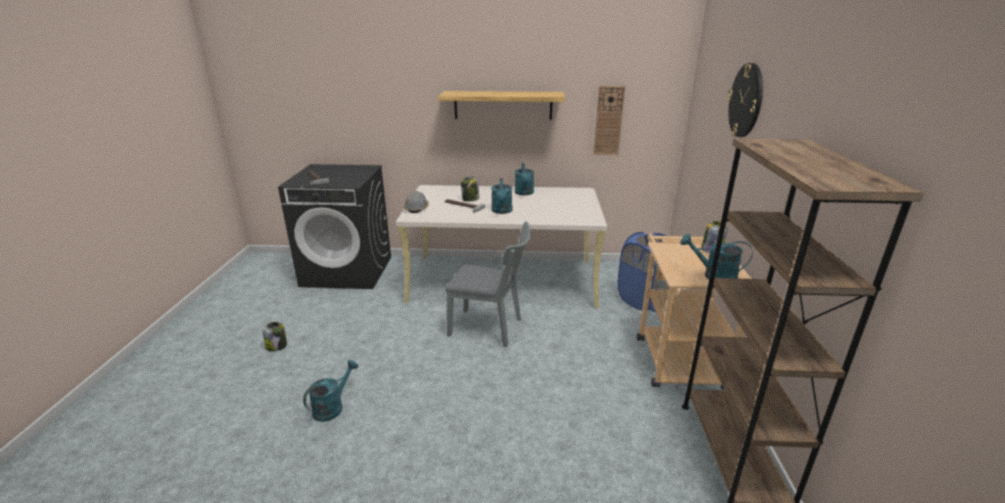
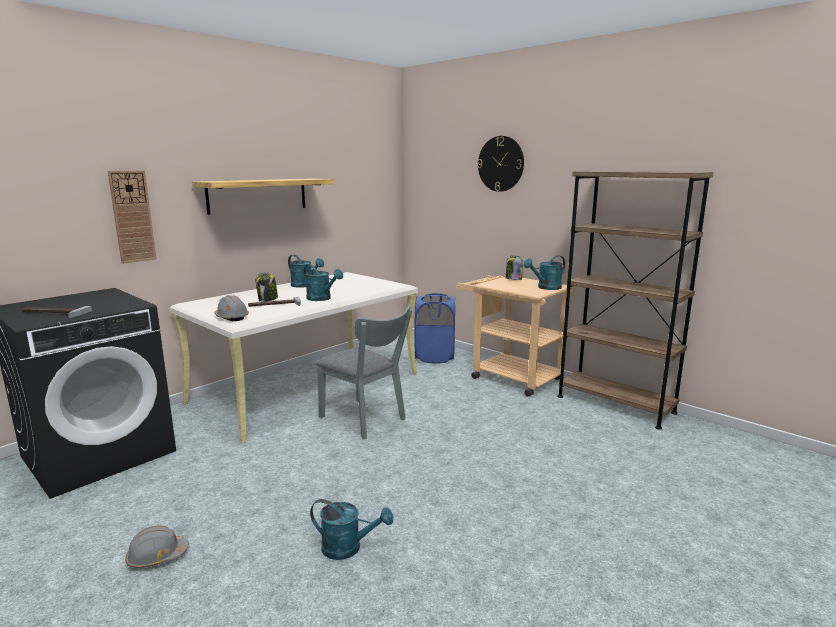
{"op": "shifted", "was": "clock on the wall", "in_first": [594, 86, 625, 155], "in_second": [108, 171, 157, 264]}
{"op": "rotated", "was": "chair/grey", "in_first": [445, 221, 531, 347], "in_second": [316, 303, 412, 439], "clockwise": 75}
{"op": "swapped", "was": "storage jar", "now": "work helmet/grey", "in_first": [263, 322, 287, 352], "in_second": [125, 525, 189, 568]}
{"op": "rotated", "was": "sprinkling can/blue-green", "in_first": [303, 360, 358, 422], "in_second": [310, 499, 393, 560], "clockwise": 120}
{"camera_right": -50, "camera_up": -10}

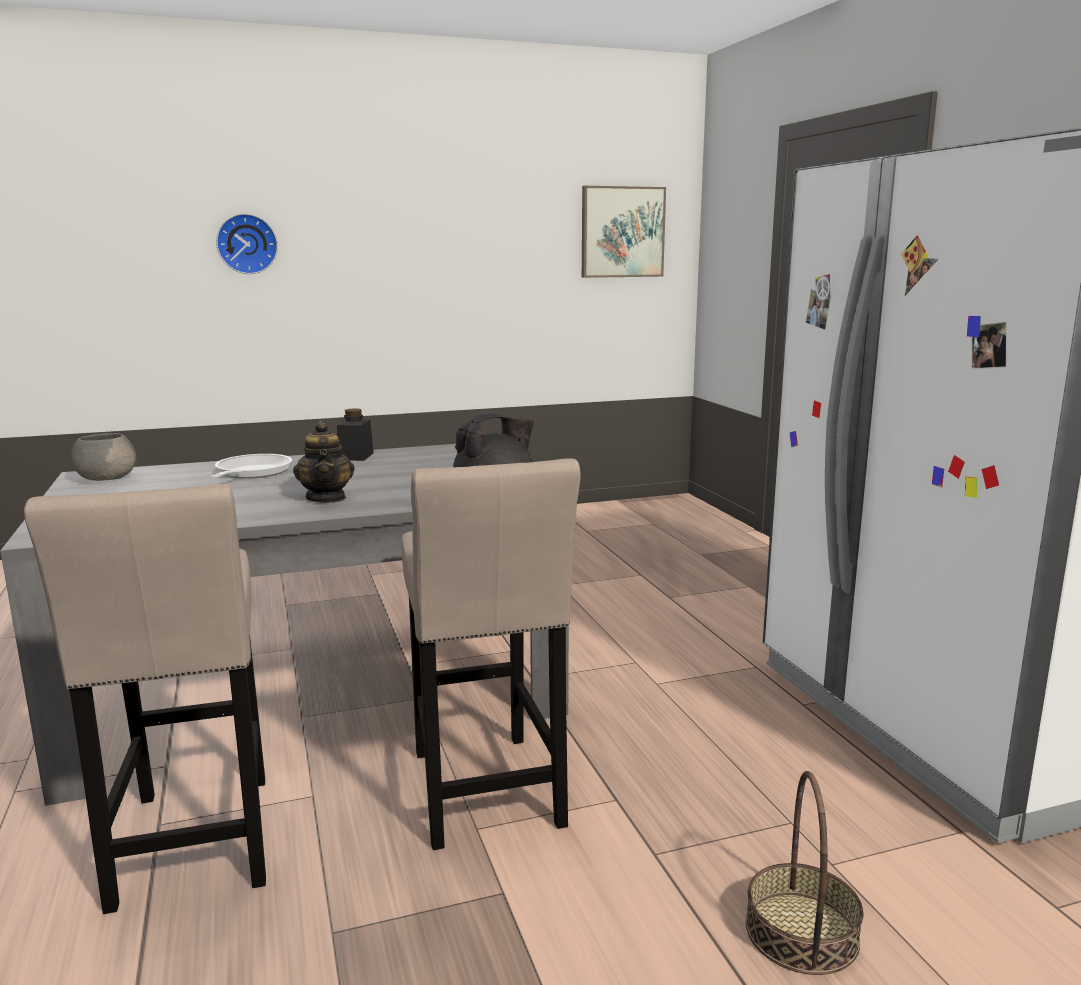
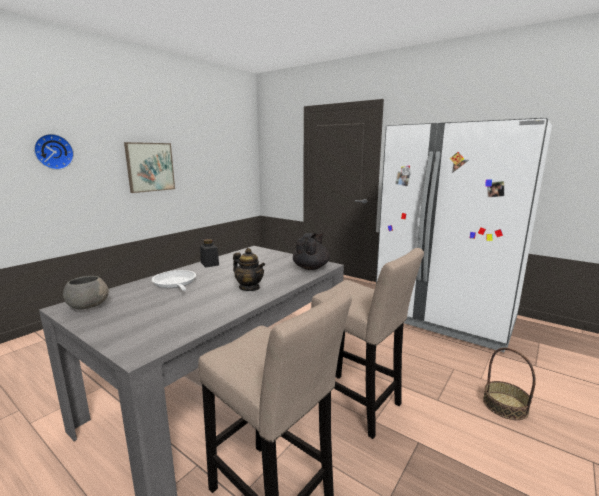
{"op": "shifted", "was": "wall art", "in_first": [582, 186, 666, 278], "in_second": [124, 142, 175, 193]}
{"camera_right": -35, "camera_up": 0}

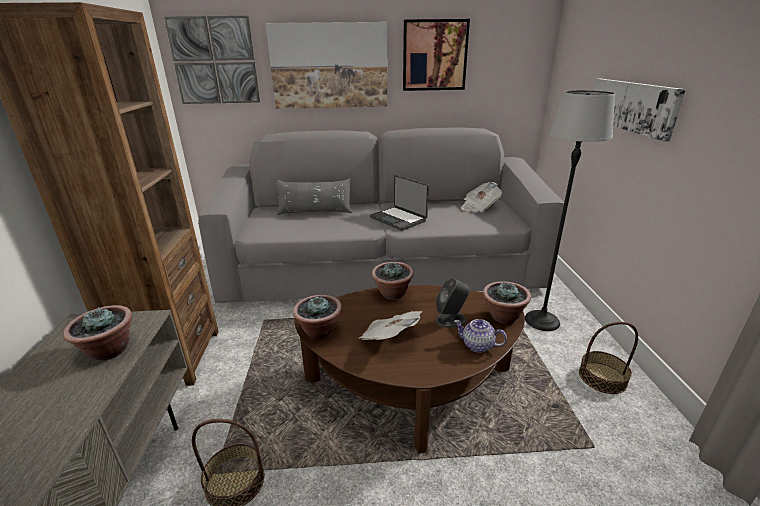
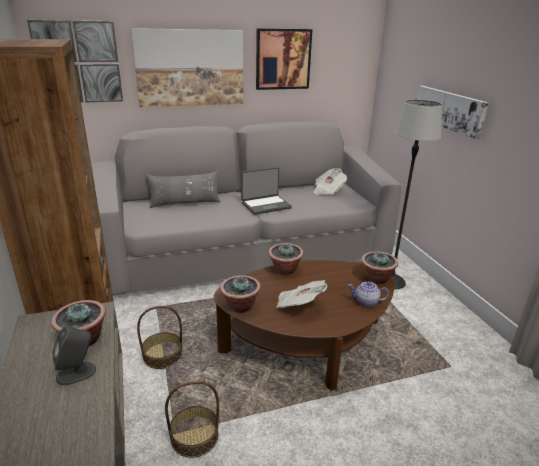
{"op": "rotated", "was": "laptop", "in_first": [370, 175, 429, 231], "in_second": [241, 167, 292, 215], "clockwise": -60}
{"op": "shifted", "was": "audio speaker/grey", "in_first": [435, 278, 470, 328], "in_second": [53, 326, 96, 385]}
{"op": "shifted", "was": "basket", "in_first": [579, 322, 638, 394], "in_second": [137, 306, 182, 369]}
{"camera_right": -15, "camera_up": 0}

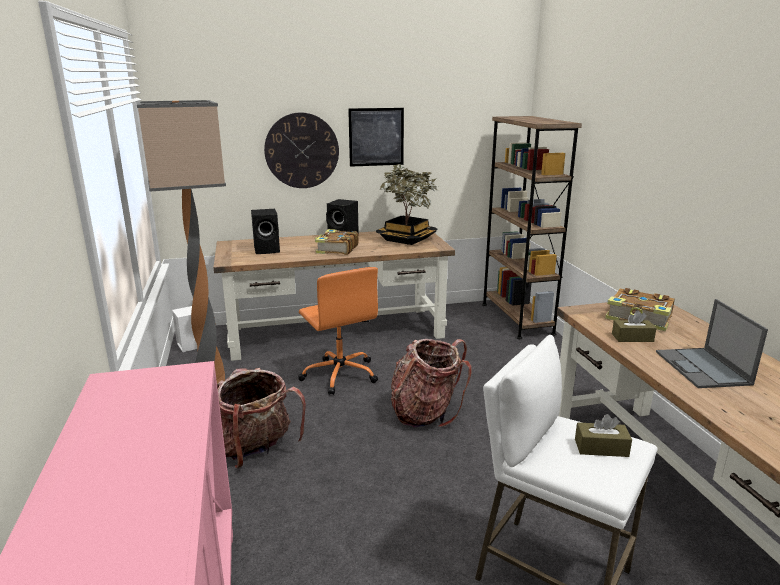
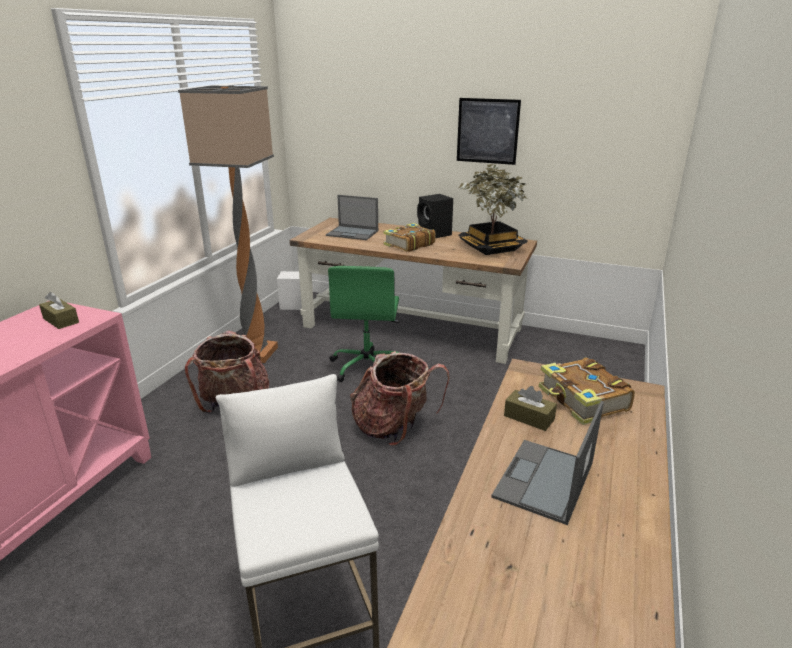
{"op": "gone", "was": "clock on the wall", "in_first": [264, 112, 339, 188]}
{"op": "gone", "was": "bookcase/brown-coloured", "in_first": [482, 116, 582, 339]}
{"op": "swapped", "was": "audio speaker/black", "now": "laptop", "in_first": [251, 209, 280, 254], "in_second": [326, 195, 378, 240]}
{"op": "repainted", "was": "computer chair/orange", "now": "computer chair/green", "in_first": [298, 267, 378, 395], "in_second": [328, 266, 400, 382]}
{"op": "shifted", "was": "tissue holder/brown-coloured", "in_first": [575, 414, 632, 457], "in_second": [39, 292, 79, 329]}
{"camera_right": 35, "camera_up": 5}

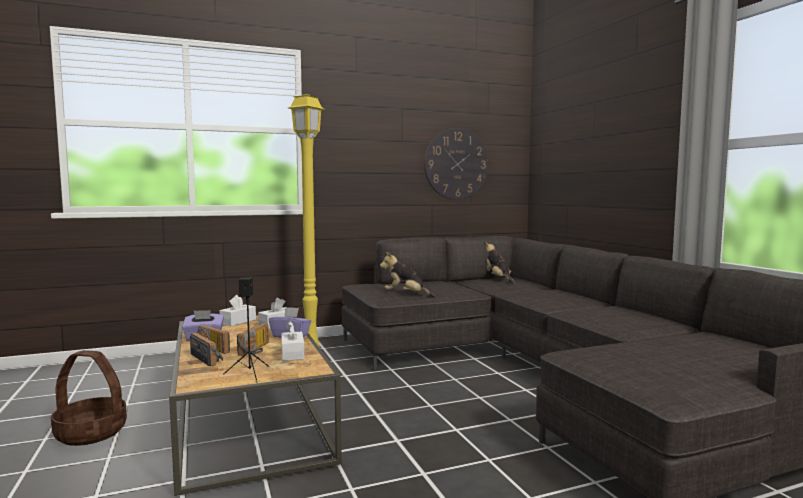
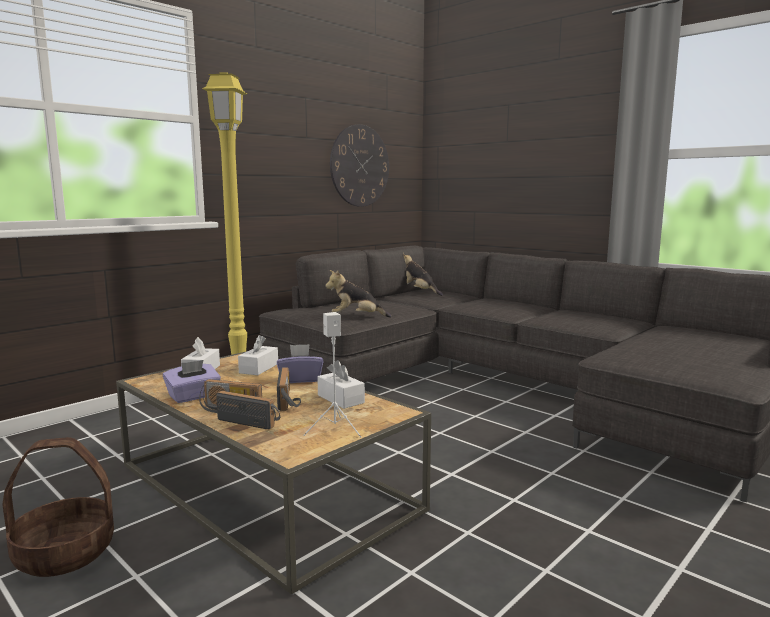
{"op": "repainted", "was": "audio speaker/black", "now": "audio speaker/whitish", "in_first": [223, 278, 269, 382], "in_second": [304, 312, 361, 438]}
{"camera_right": -25, "camera_up": 5}

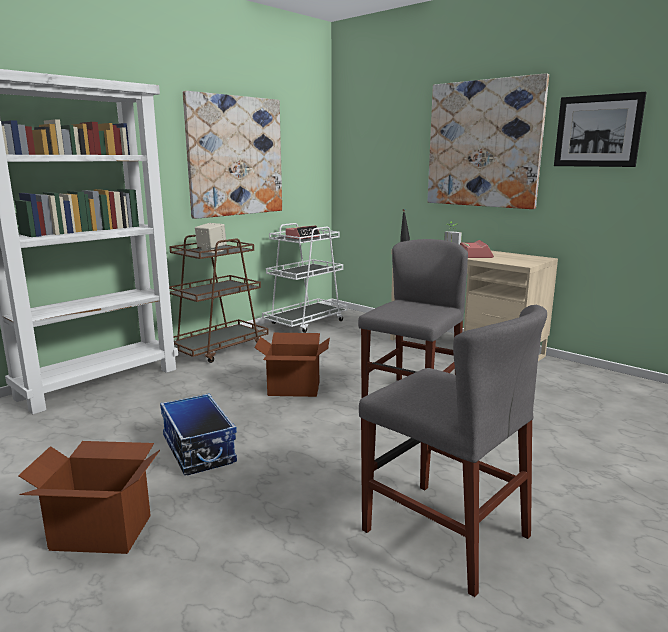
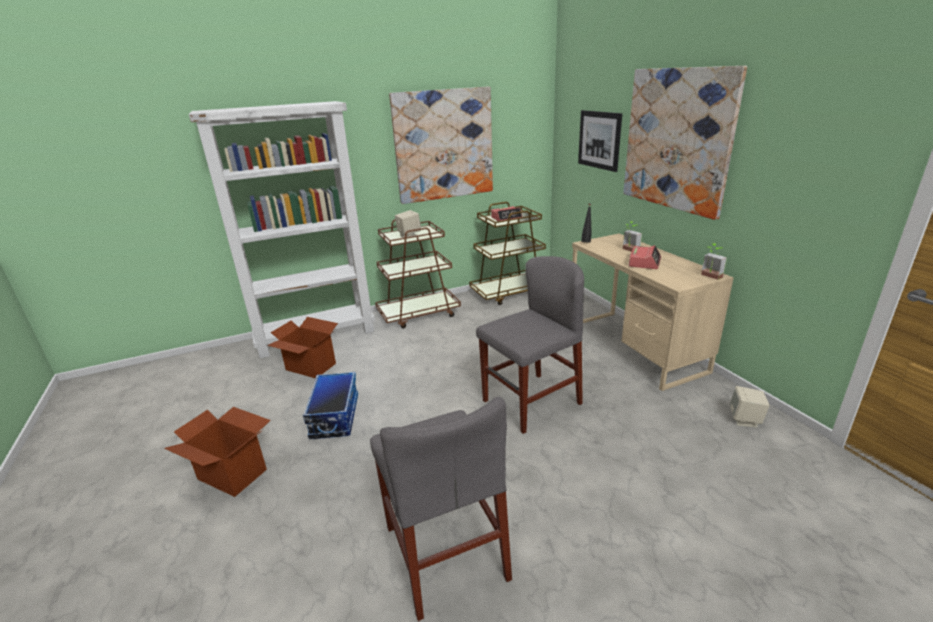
{"op": "shifted", "was": "wall art", "in_first": [554, 92, 647, 167], "in_second": [578, 110, 622, 172]}
{"op": "repainted", "was": "cart/whitish", "now": "cart/brown-coloured", "in_first": [262, 223, 347, 333], "in_second": [469, 202, 546, 305]}
{"op": "shifted", "was": "packing box", "in_first": [254, 333, 330, 397], "in_second": [267, 317, 338, 378]}
{"op": "new", "now": "potted plant", "in_second": [701, 243, 727, 280]}
{"op": "new", "now": "audio speaker/beige", "in_second": [729, 386, 770, 428]}
{"camera_right": 25, "camera_up": 10}

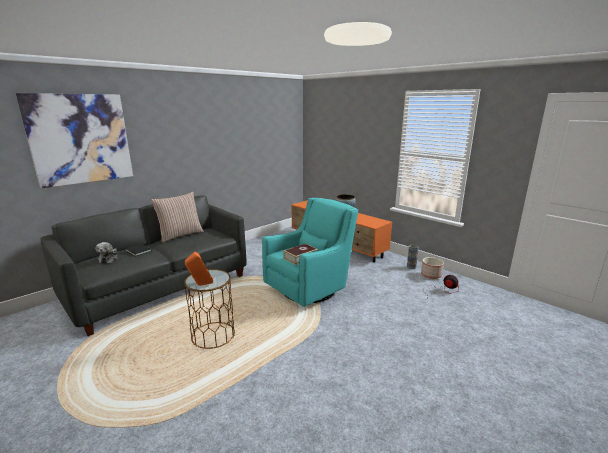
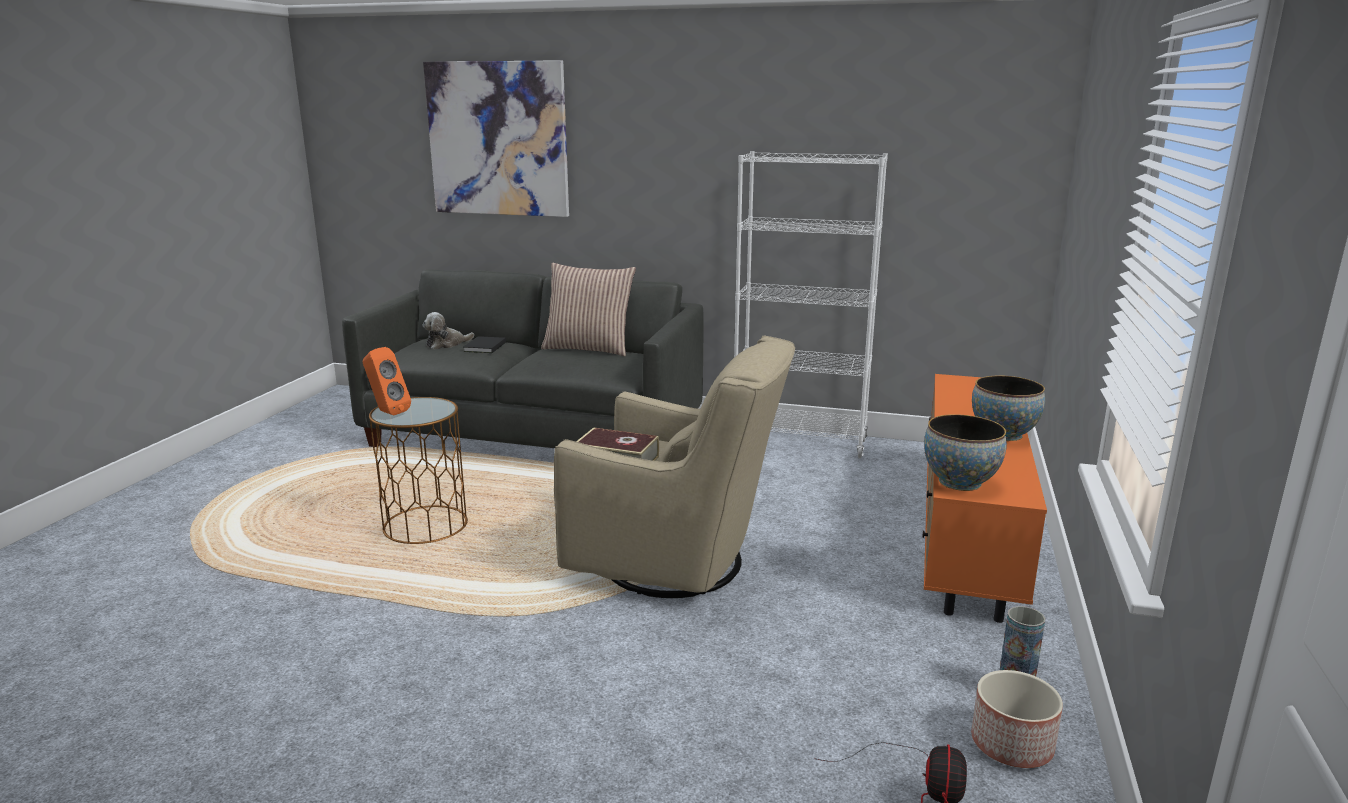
{"op": "repainted", "was": "easy chair/blue-green", "now": "easy chair/beige", "in_first": [262, 198, 358, 307], "in_second": [554, 336, 795, 598]}
{"op": "new", "now": "bookcase/whitish", "in_second": [734, 151, 888, 458]}
{"op": "new", "now": "bowl", "in_second": [924, 414, 1007, 491]}
{"camera_right": 60, "camera_up": 0}

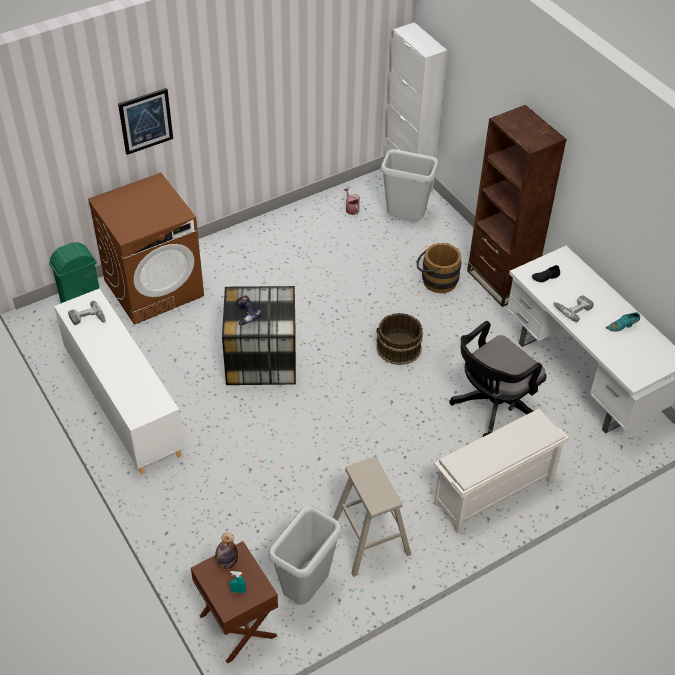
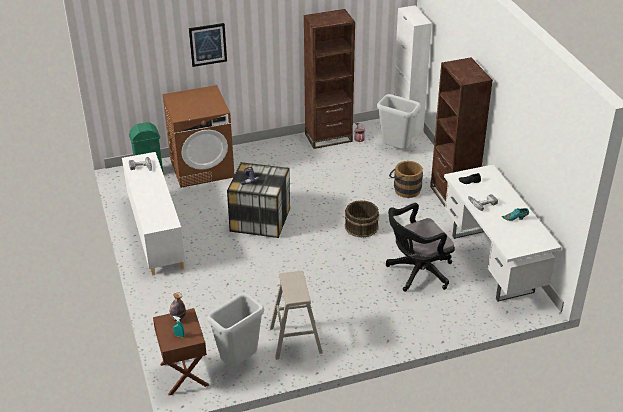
{"op": "gone", "was": "shoe shelf/whitish", "in_first": [434, 409, 569, 534]}
{"op": "new", "now": "bookcase/brown-coloured", "in_second": [304, 9, 355, 149]}
{"camera_right": 15, "camera_up": -10}

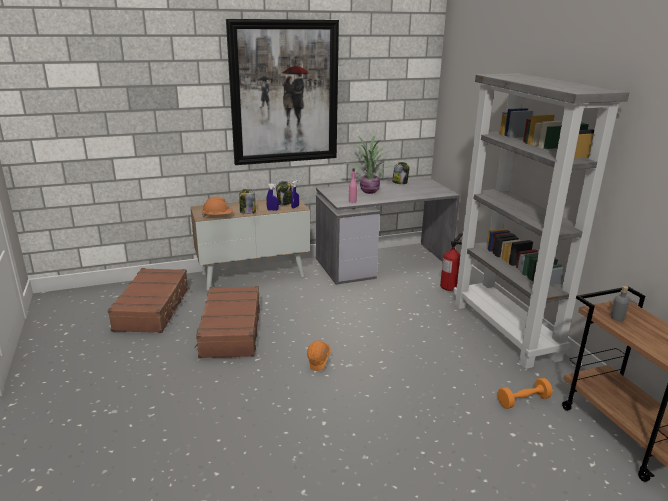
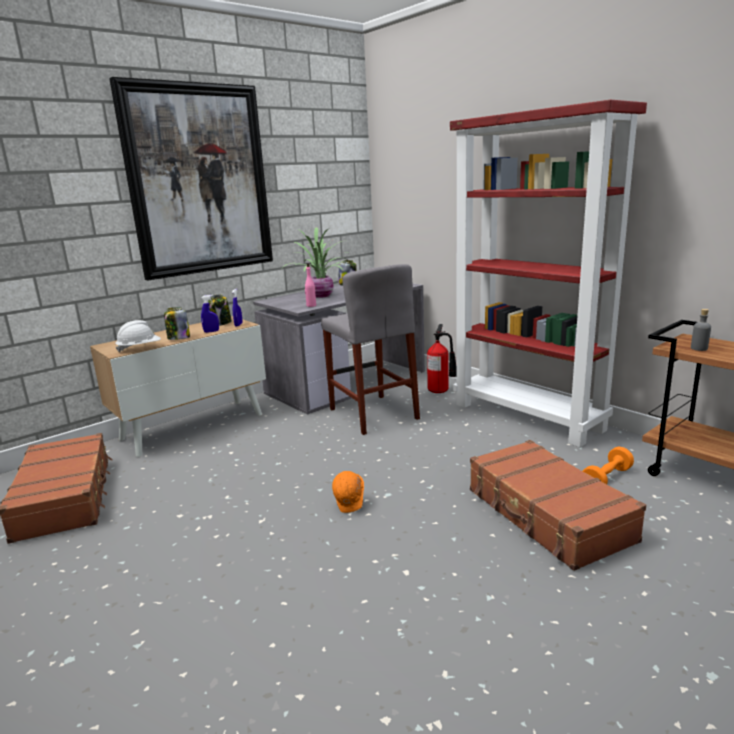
{"op": "repainted", "was": "bookcase/grey", "now": "bookcase/reddish", "in_first": [453, 73, 629, 369], "in_second": [450, 100, 647, 447]}
{"op": "repainted", "was": "work helmet/orange", "now": "work helmet/whitish", "in_first": [202, 196, 233, 217], "in_second": [115, 320, 161, 353]}
{"op": "shifted", "was": "piece of luggage/brown-coloured", "in_first": [194, 286, 260, 358], "in_second": [470, 440, 646, 571]}
{"op": "new", "now": "stool seat/grey", "in_second": [321, 264, 420, 435]}
{"camera_right": -20, "camera_up": -5}

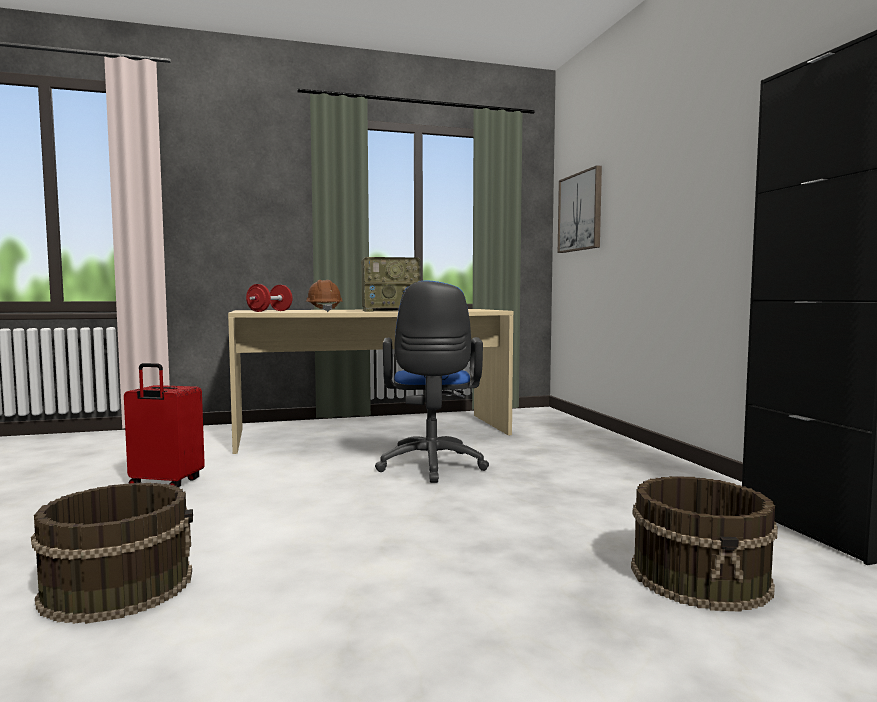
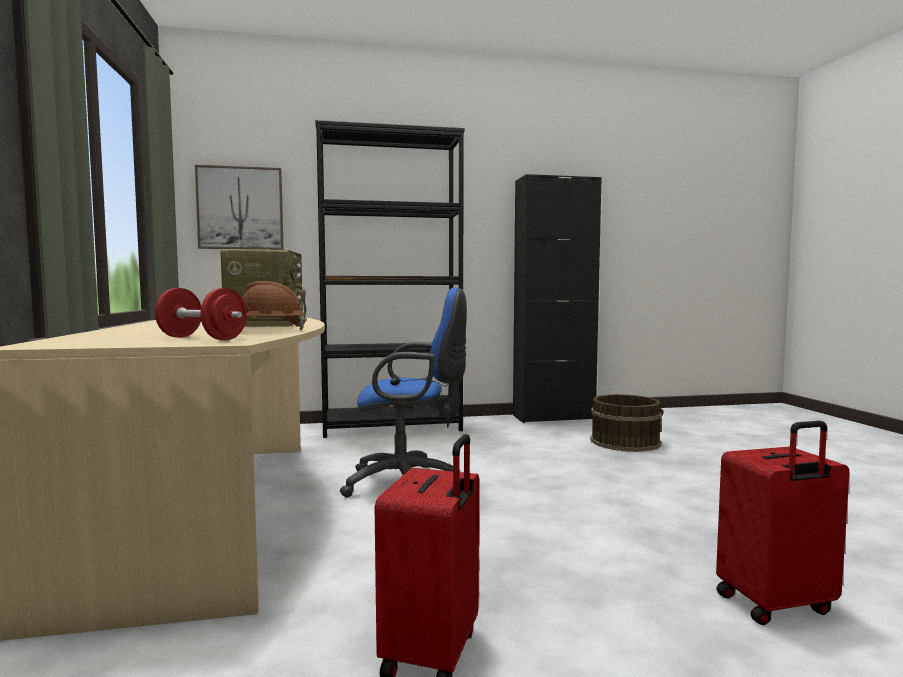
{"op": "swapped", "was": "pail/brown-coloured", "now": "piece of luggage/reddish", "in_first": [31, 483, 193, 624], "in_second": [716, 421, 850, 625]}
{"op": "new", "now": "bookcase/black", "in_second": [315, 120, 464, 438]}
{"camera_right": -85, "camera_up": 0}

